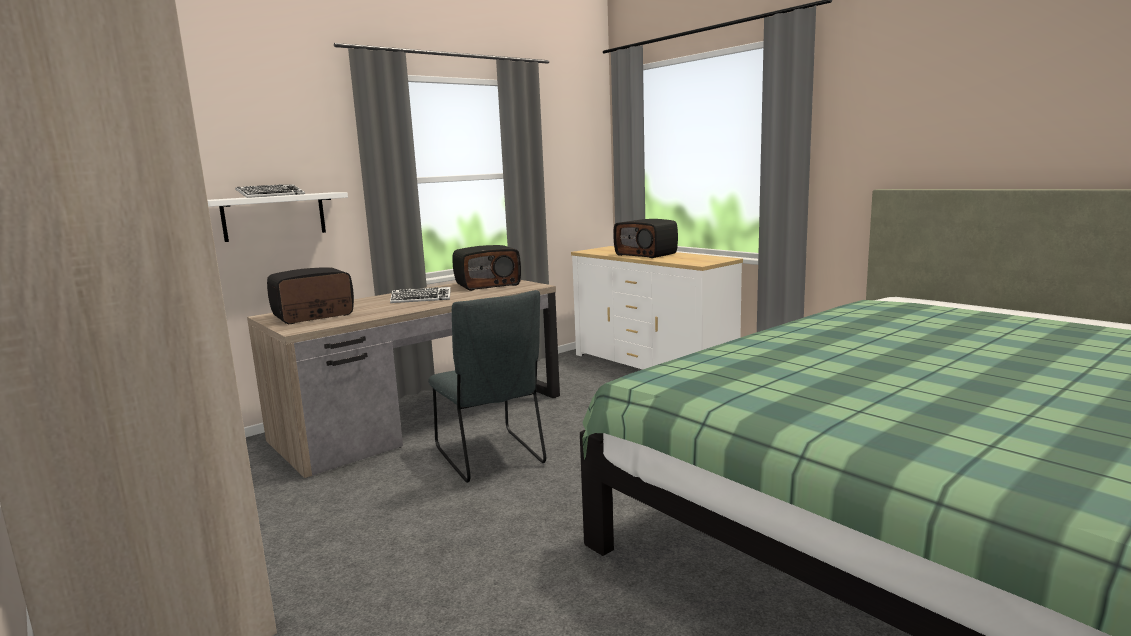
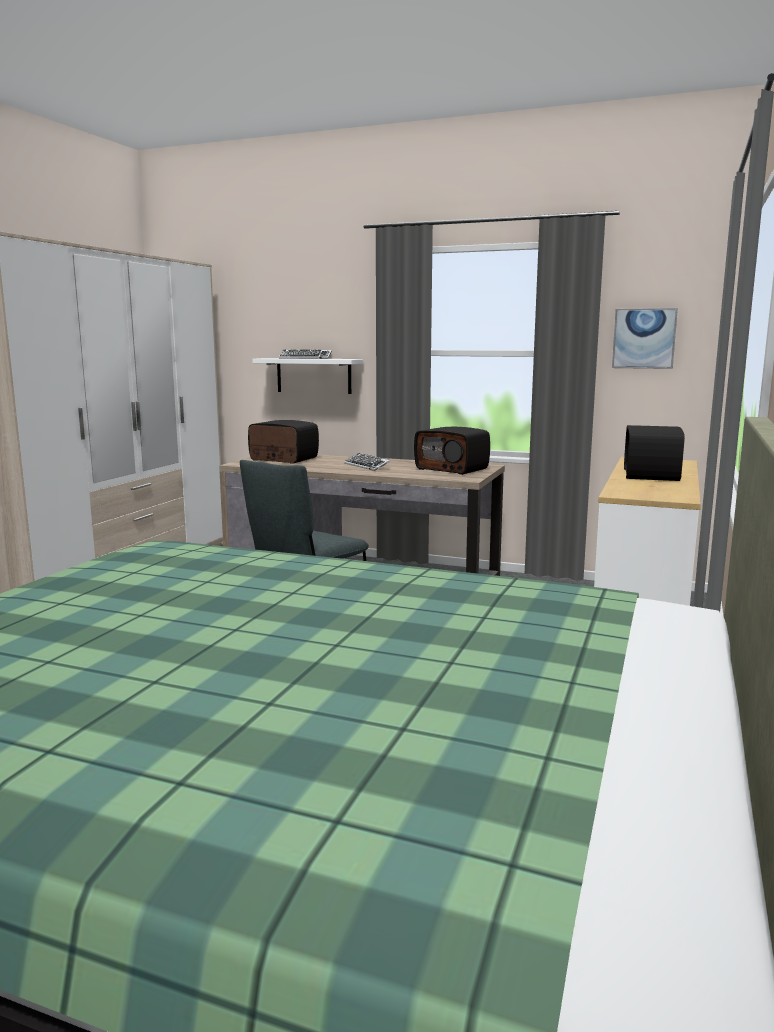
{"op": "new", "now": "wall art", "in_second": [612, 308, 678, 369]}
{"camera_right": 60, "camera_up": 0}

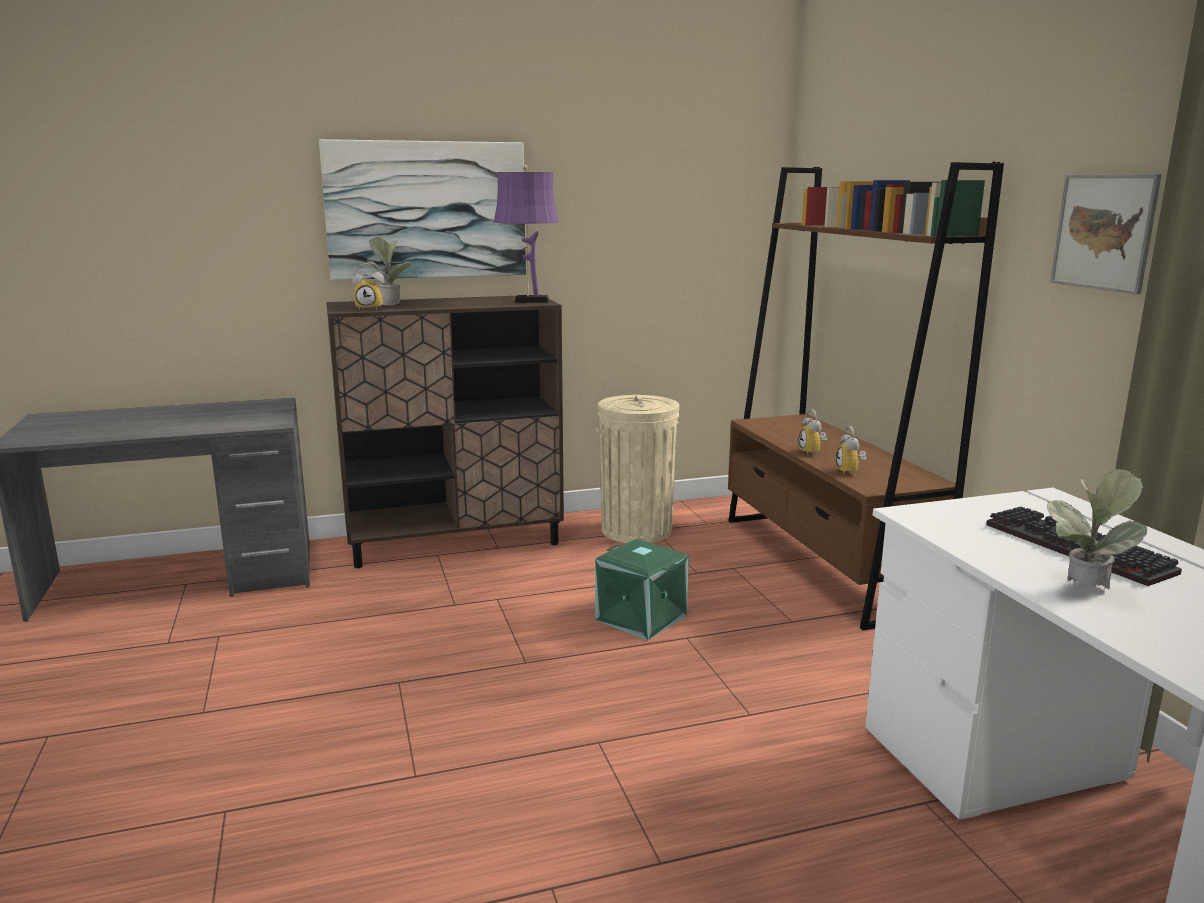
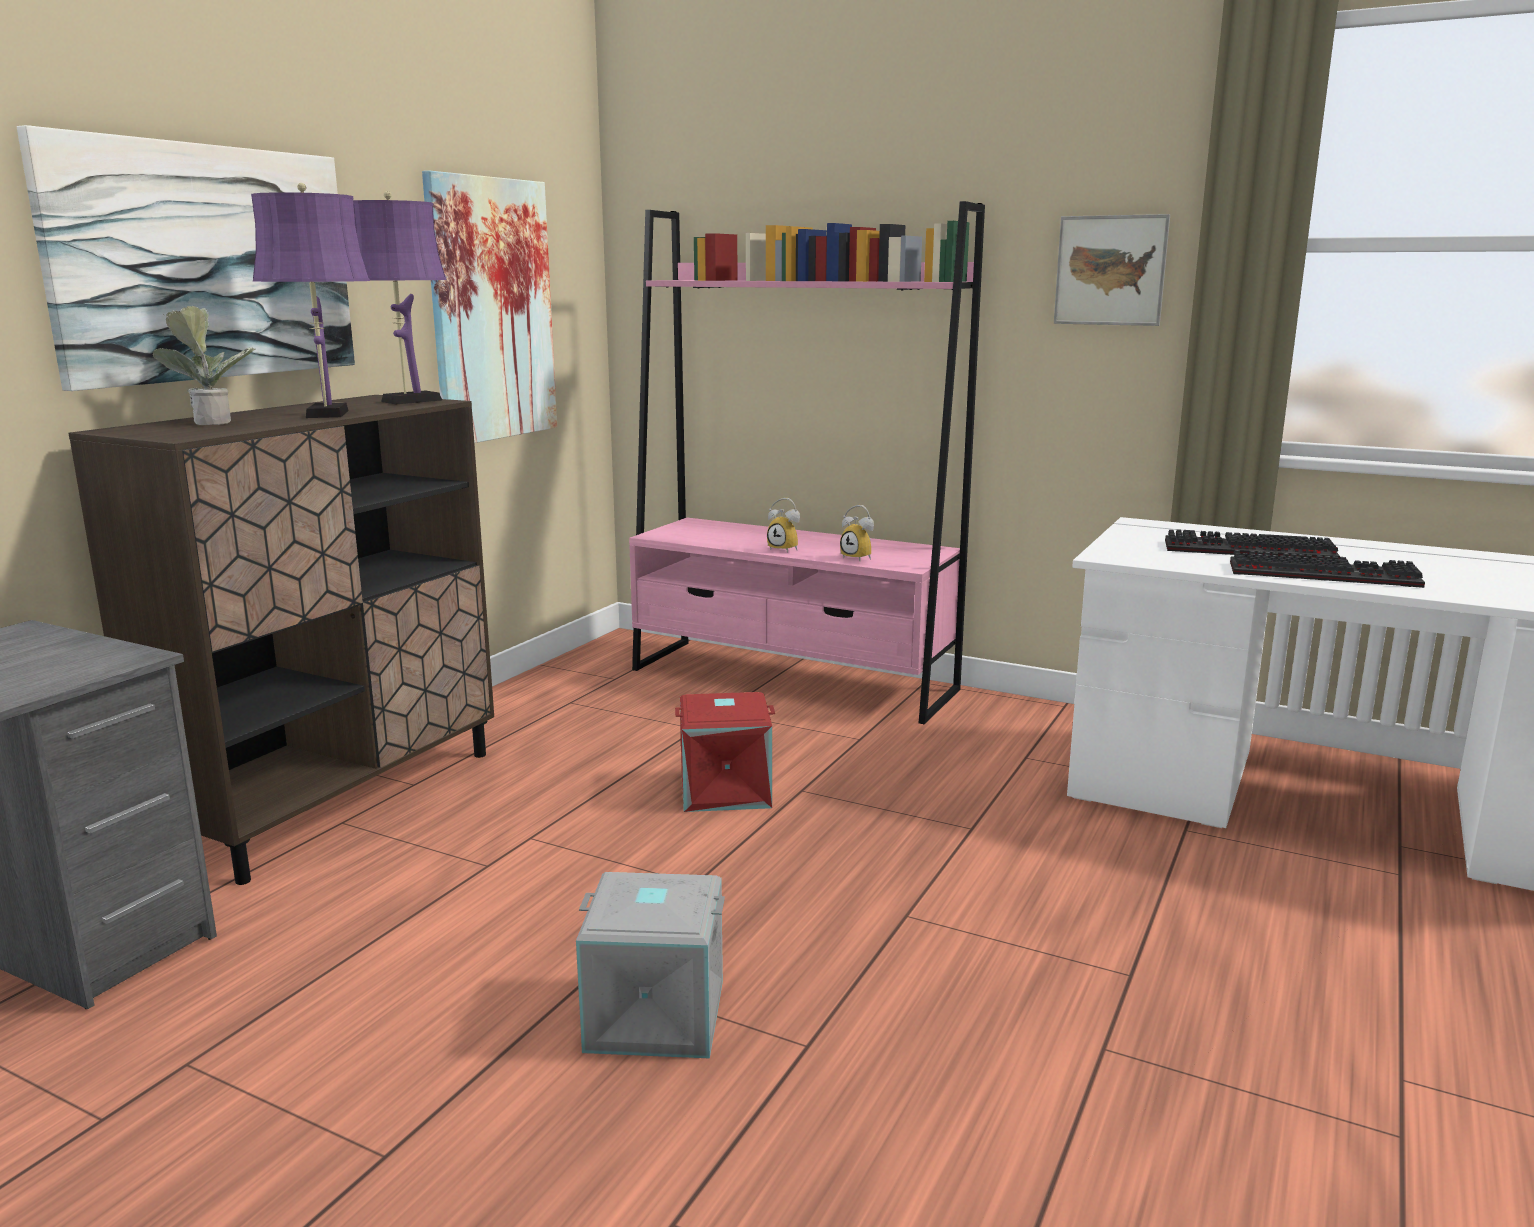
{"op": "repainted", "was": "bookcase/brown-coloured", "now": "bookcase/pink-coloured", "in_first": [728, 162, 1004, 630], "in_second": [629, 201, 985, 724]}
{"op": "gone", "was": "table clock", "in_first": [352, 262, 384, 311]}
{"op": "gone", "was": "trash can/beige", "in_first": [596, 395, 679, 543]}
{"op": "swapped", "was": "potted plant", "now": "computer keyboard", "in_first": [1047, 469, 1147, 590], "in_second": [1230, 550, 1425, 588]}
{"op": "repainted", "was": "storage box/green", "now": "storage box/reddish", "in_first": [595, 539, 689, 640], "in_second": [675, 692, 775, 812]}
{"op": "new", "now": "wall art", "in_second": [422, 170, 557, 443]}
{"op": "new", "now": "lamp for a table/purple-coloured", "in_second": [251, 183, 370, 418]}
{"op": "new", "now": "storage box/grey", "in_second": [576, 872, 725, 1059]}
{"camera_right": -45, "camera_up": 0}

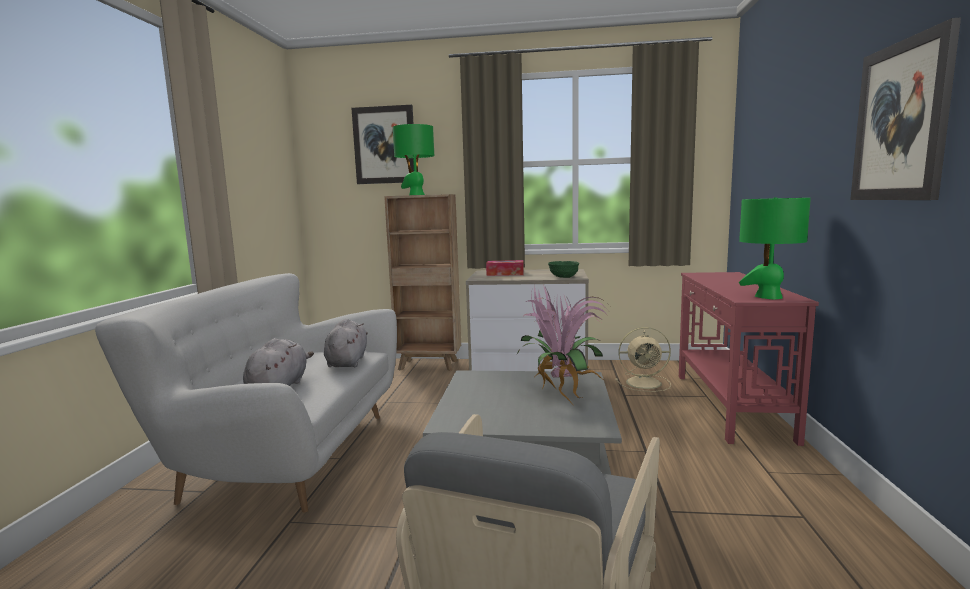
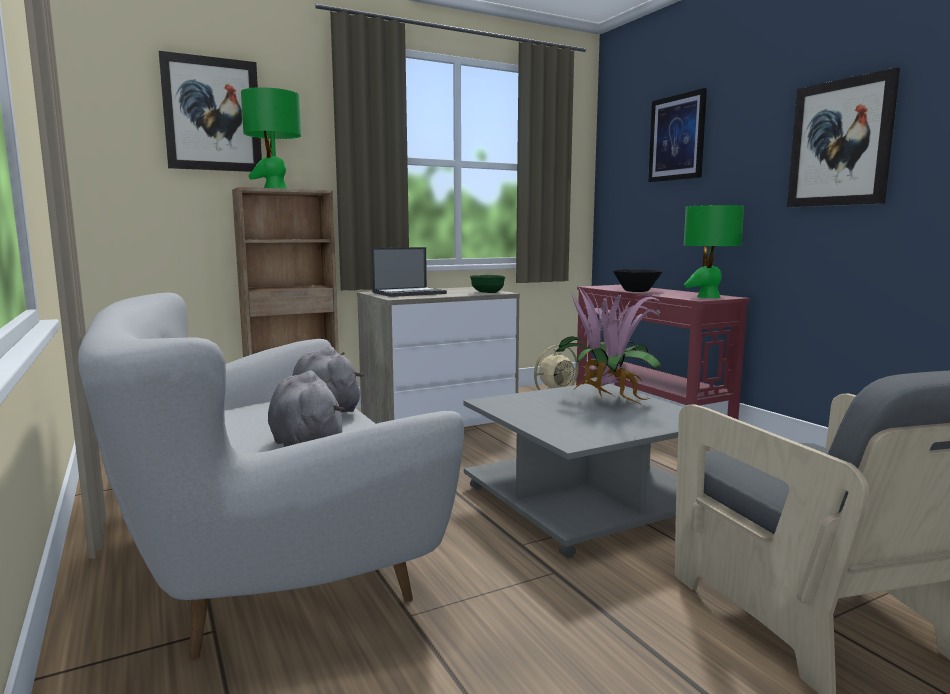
{"op": "swapped", "was": "tissue holder", "now": "laptop", "in_first": [486, 260, 524, 276], "in_second": [371, 247, 447, 297]}
{"op": "new", "now": "wall art", "in_second": [648, 88, 707, 182]}
{"op": "new", "now": "bowl/black", "in_second": [613, 269, 663, 292]}
{"camera_right": -35, "camera_up": 0}

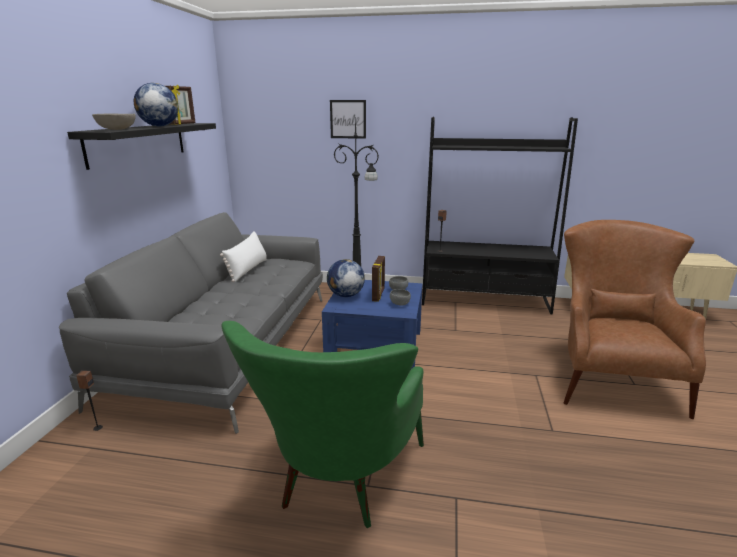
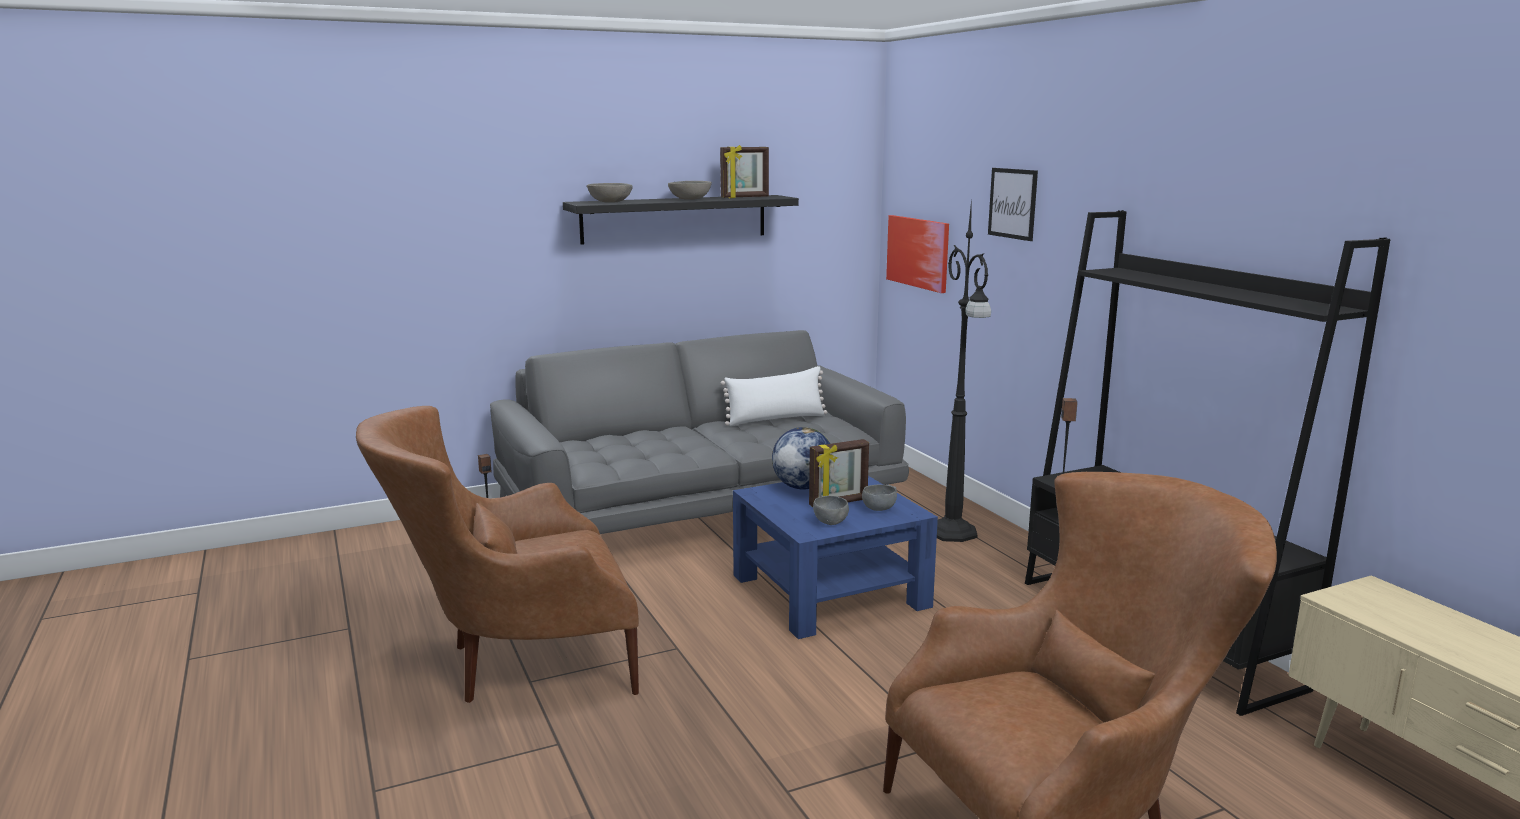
{"op": "swapped", "was": "globe", "now": "bowl/grey", "in_first": [134, 83, 179, 126], "in_second": [668, 181, 712, 200]}
{"op": "repainted", "was": "easy chair/green", "now": "easy chair/brown-coloured", "in_first": [222, 321, 424, 528], "in_second": [356, 406, 639, 703]}
{"op": "new", "now": "wall art", "in_second": [886, 215, 949, 293]}
{"camera_right": 55, "camera_up": -5}

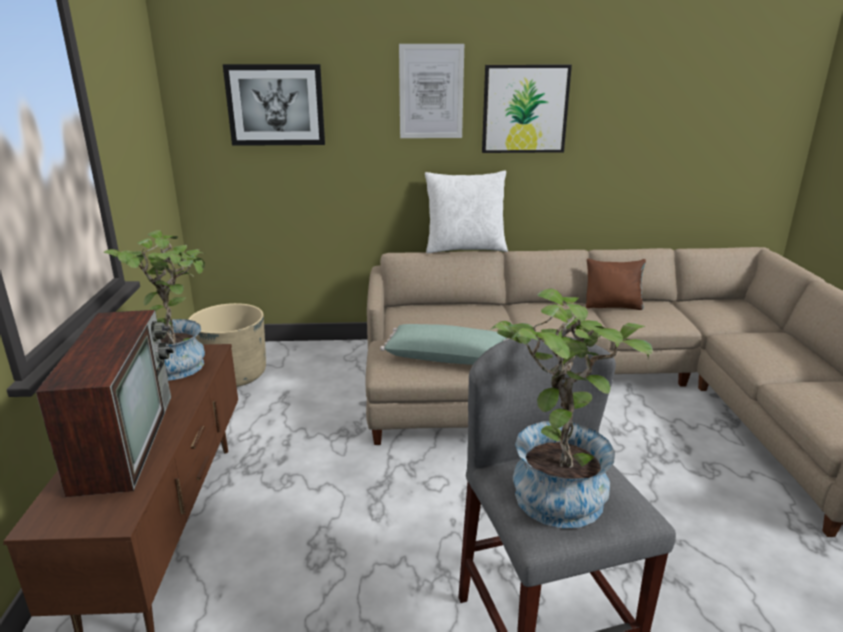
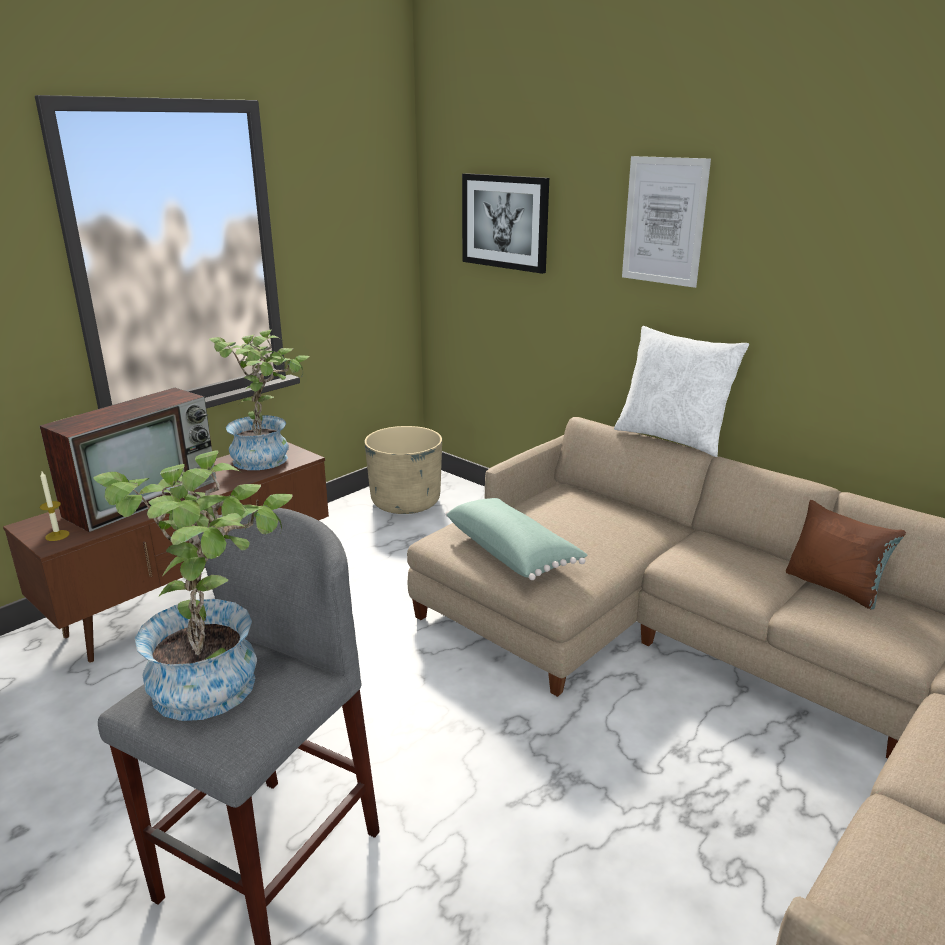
{"op": "gone", "was": "wall art", "in_first": [482, 65, 572, 153]}
{"op": "new", "now": "wax light", "in_second": [40, 471, 70, 541]}
{"camera_right": 45, "camera_up": 0}

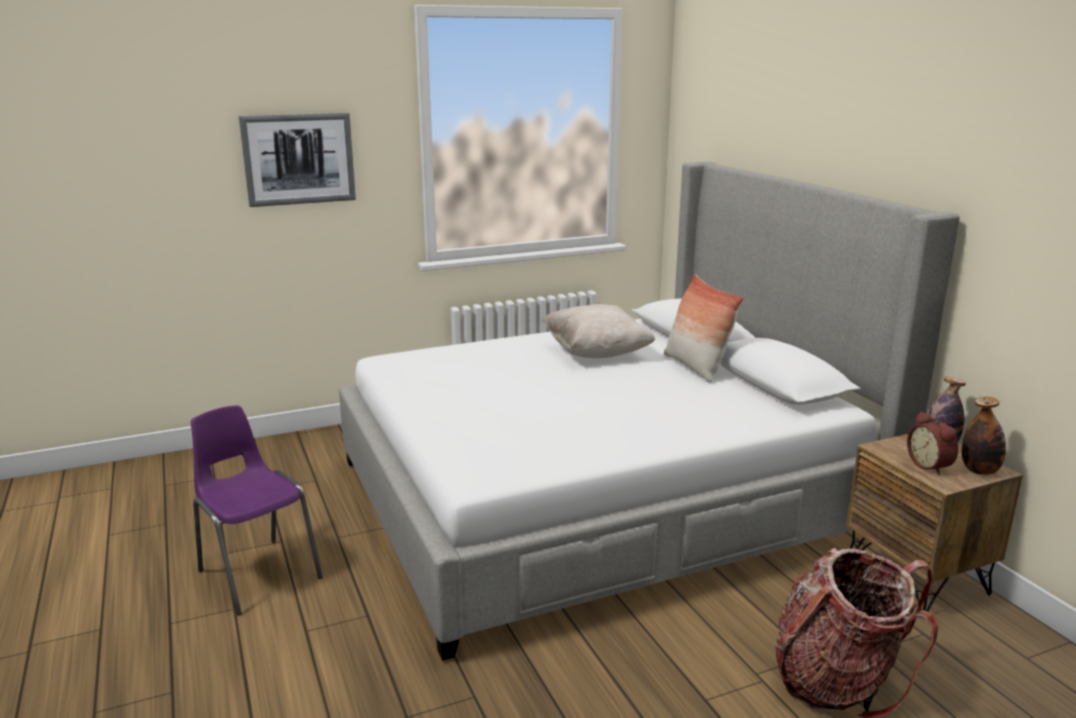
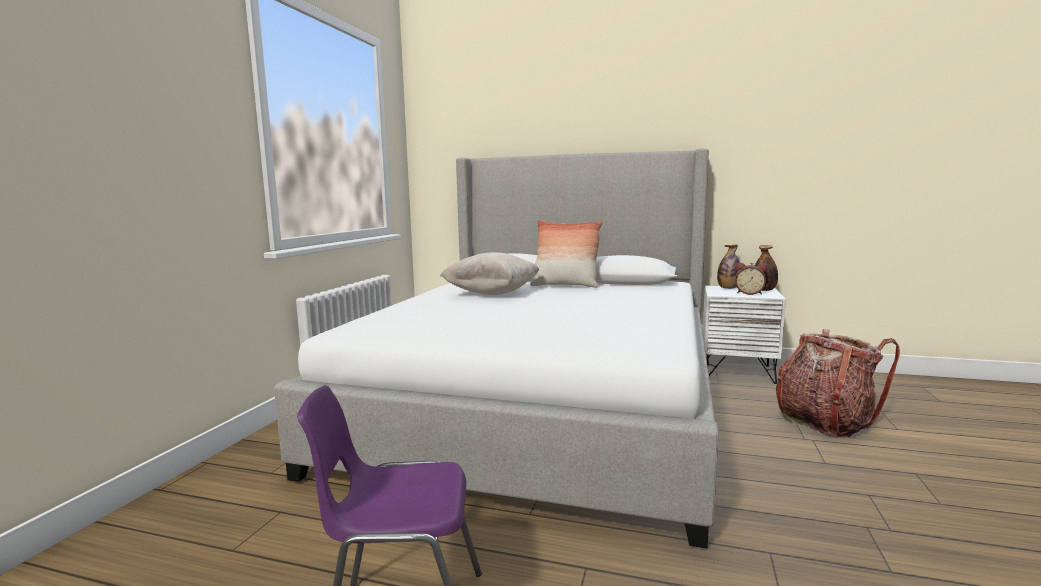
{"op": "gone", "was": "wall art", "in_first": [239, 113, 356, 207]}
{"op": "repainted", "was": "bedside table/brown-coloured", "now": "bedside table/whitish", "in_first": [846, 434, 1023, 612], "in_second": [703, 286, 786, 384]}
{"camera_right": -50, "camera_up": -10}

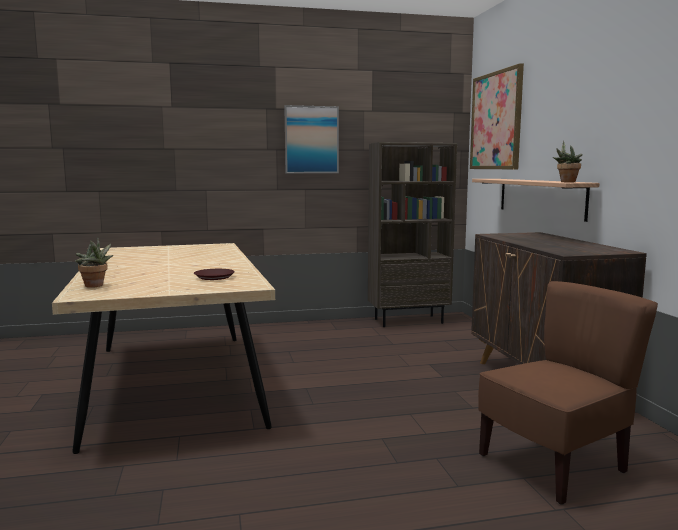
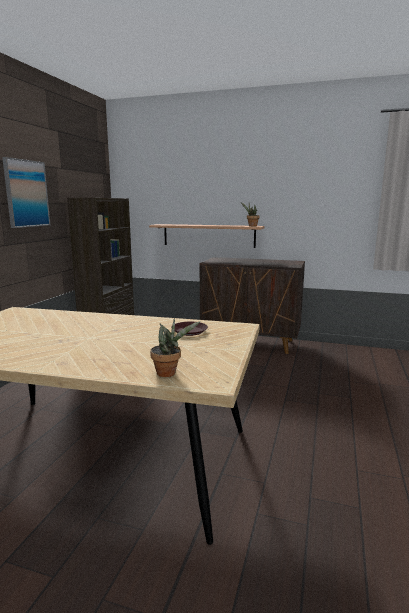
{"op": "gone", "was": "wall art", "in_first": [470, 63, 524, 169]}
{"op": "gone", "was": "chair/brown-coloured", "in_first": [478, 281, 658, 505]}
{"camera_right": -60, "camera_up": 5}

